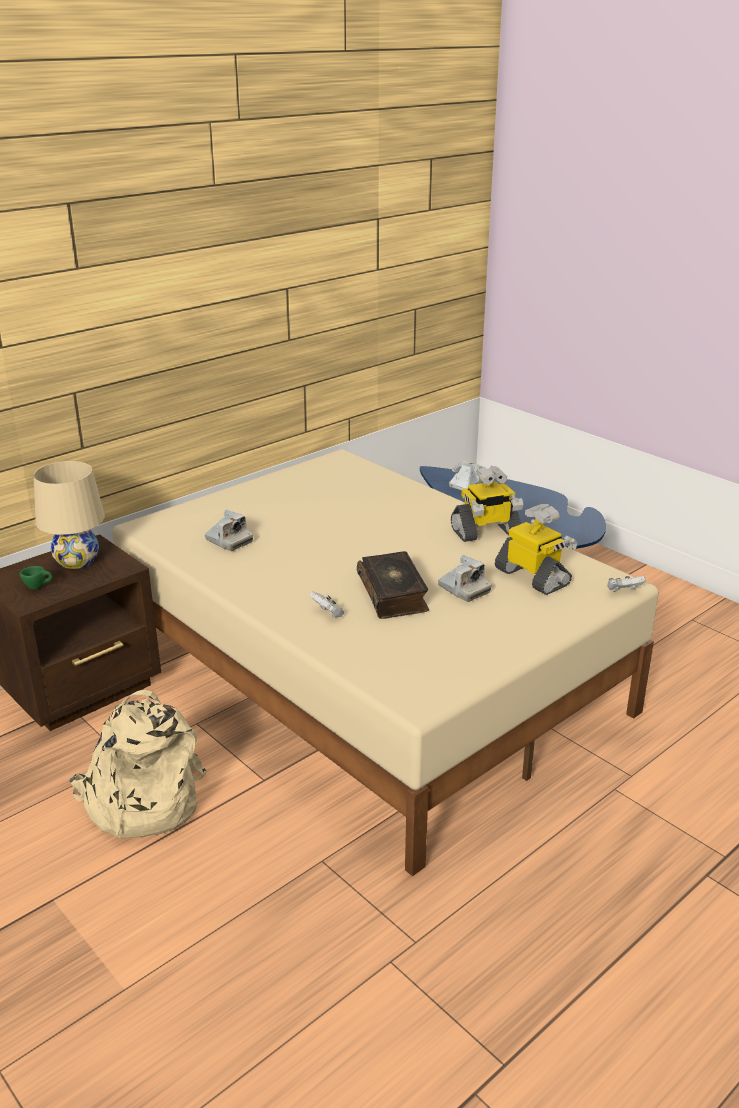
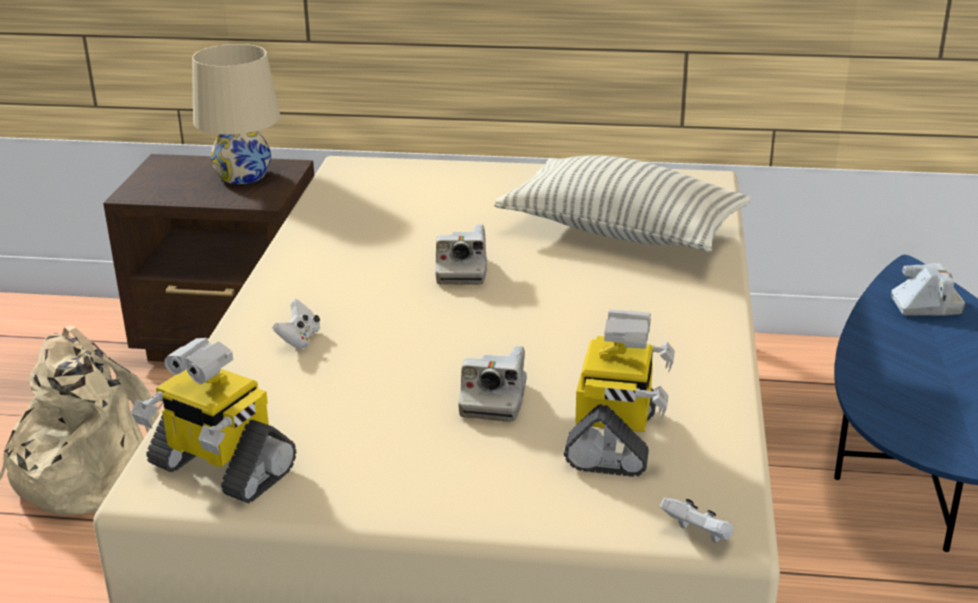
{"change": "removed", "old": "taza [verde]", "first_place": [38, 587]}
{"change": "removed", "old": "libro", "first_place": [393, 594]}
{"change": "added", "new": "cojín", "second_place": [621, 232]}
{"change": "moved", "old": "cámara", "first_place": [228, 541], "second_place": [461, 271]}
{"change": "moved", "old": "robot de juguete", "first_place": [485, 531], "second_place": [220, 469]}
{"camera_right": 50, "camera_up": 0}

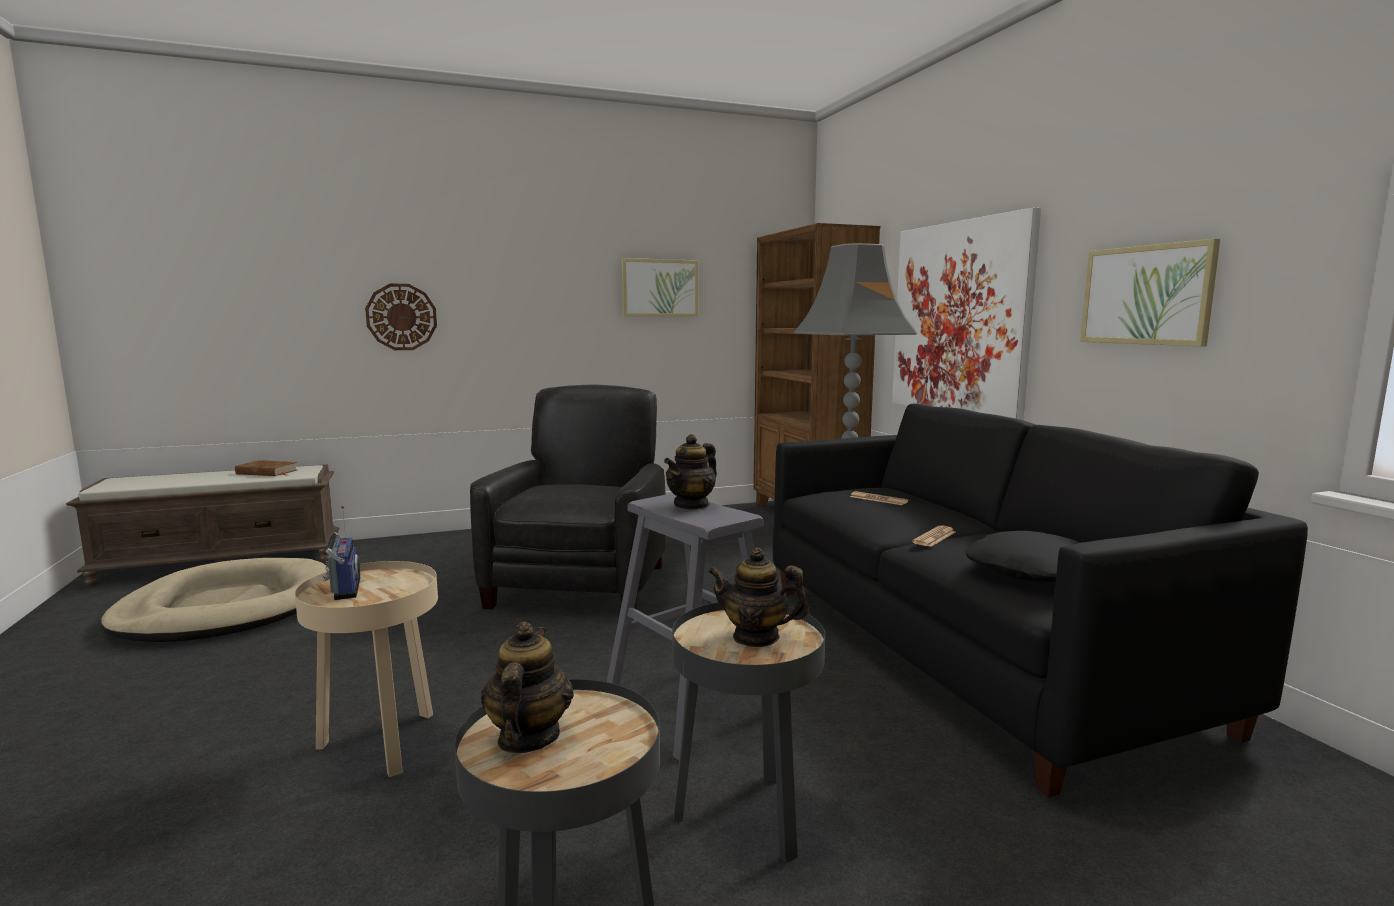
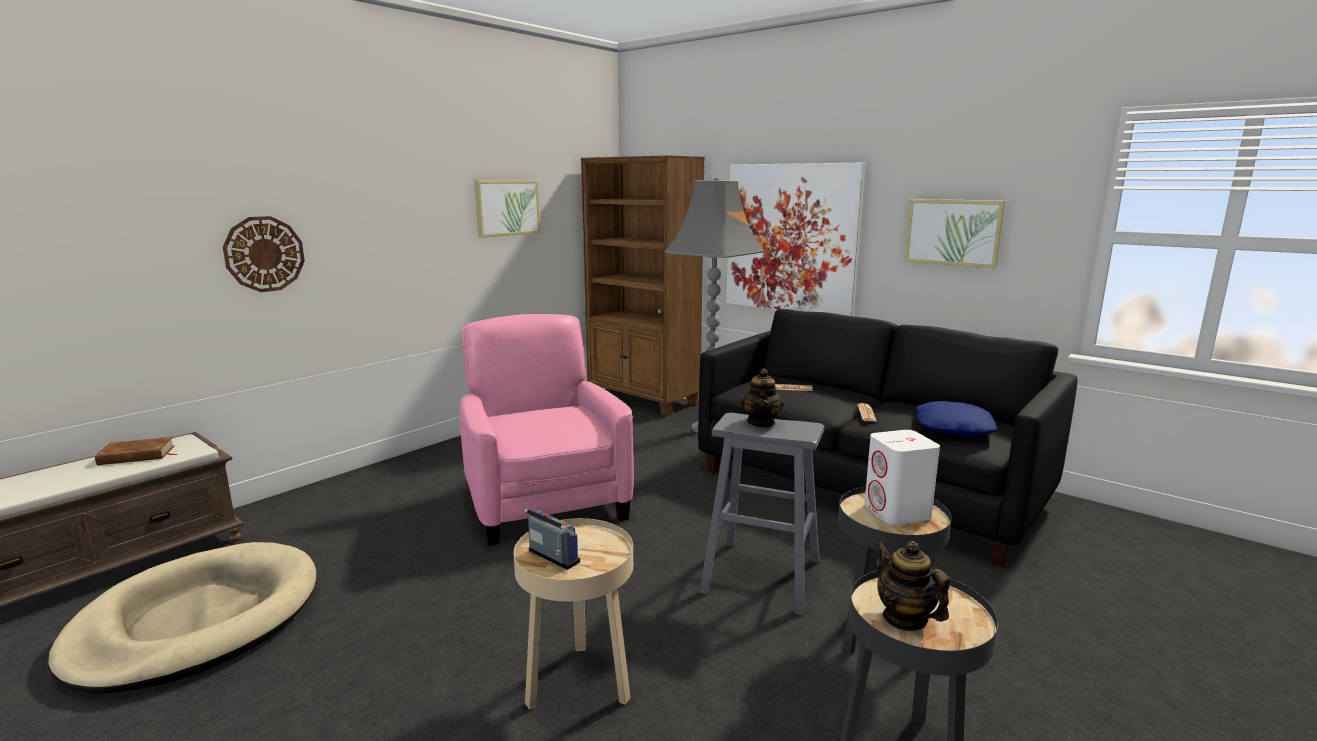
{"change": "replaced", "old": "tetera", "new": "altavoz [blanco]", "first_place": [756, 637], "second_place": [897, 512]}
{"change": "recoloured", "old": "sillón [negro]", "new": "sillón [rosa]", "first_place": [580, 584], "second_place": [545, 501]}
{"change": "recoloured", "old": "cojín [negro]", "new": "cojín [azul]", "first_place": [1031, 570], "second_place": [952, 427]}
{"camera_right": -30, "camera_up": 5}

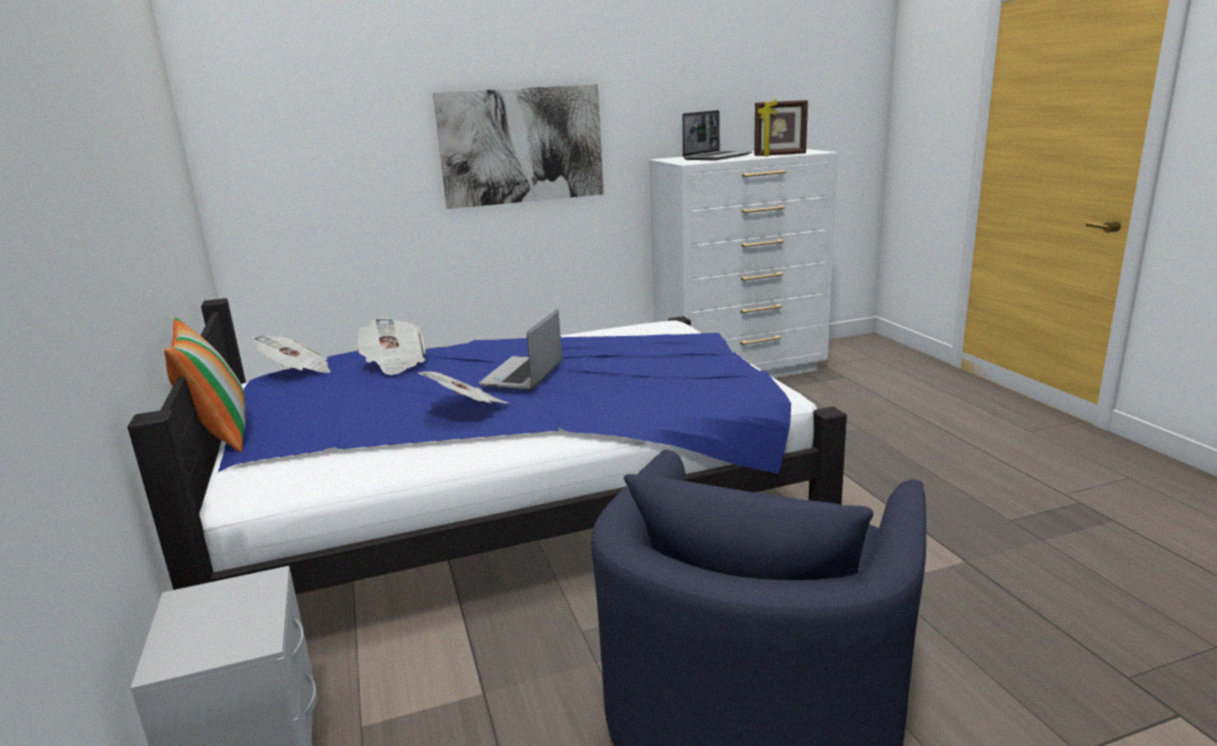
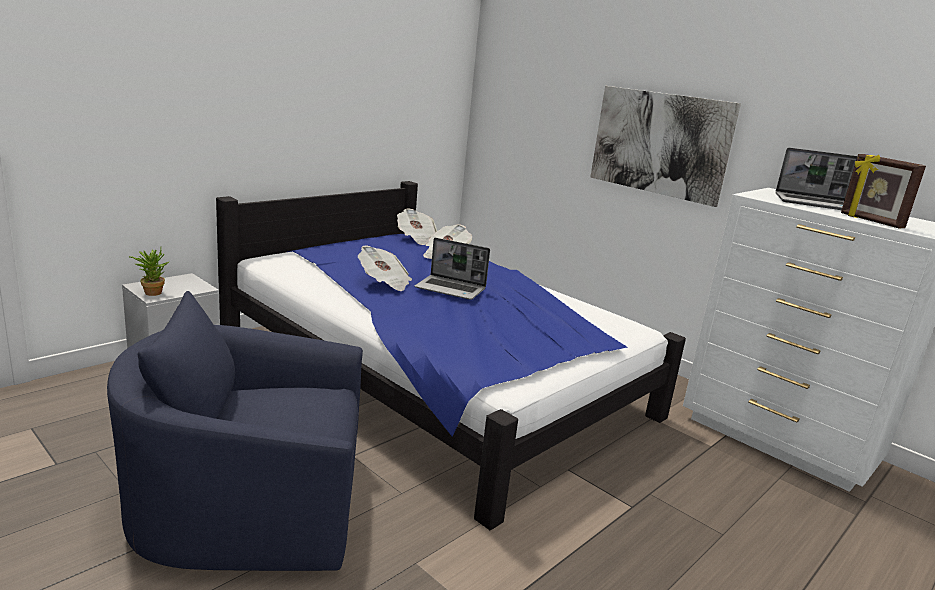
{"change": "removed", "old": "cojín", "first_place": [220, 434]}
{"change": "added", "new": "planta en maceta", "second_place": [151, 292]}
{"change": "turned", "old": "portátil", "first_place": [523, 375], "second_place": [451, 289], "degrees": -150}
{"camera_right": 60, "camera_up": 0}

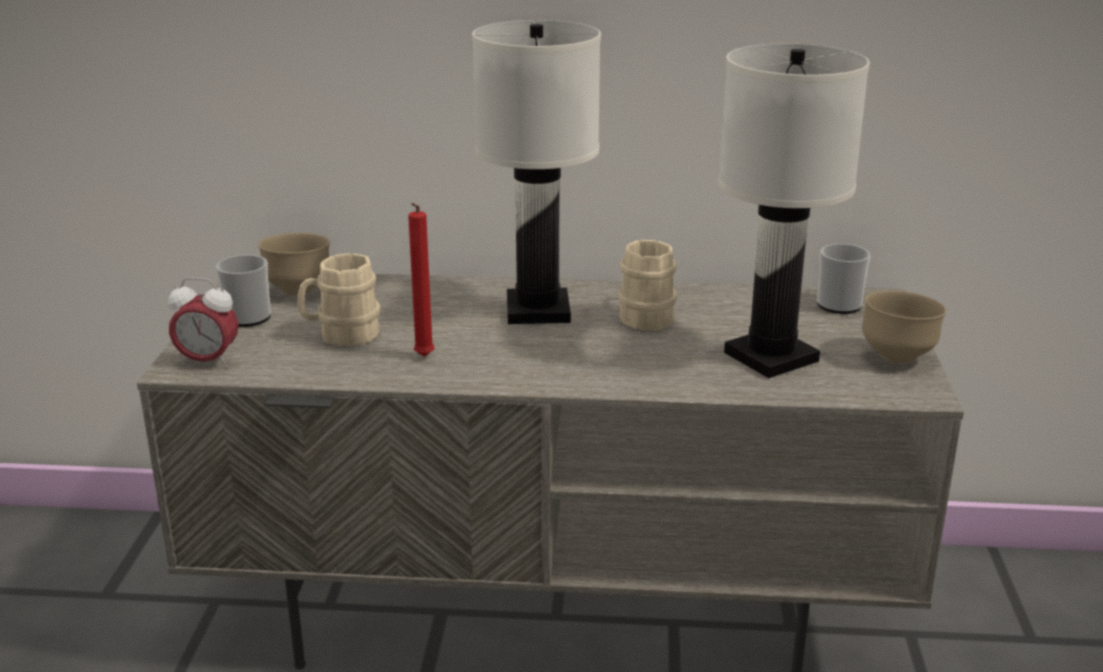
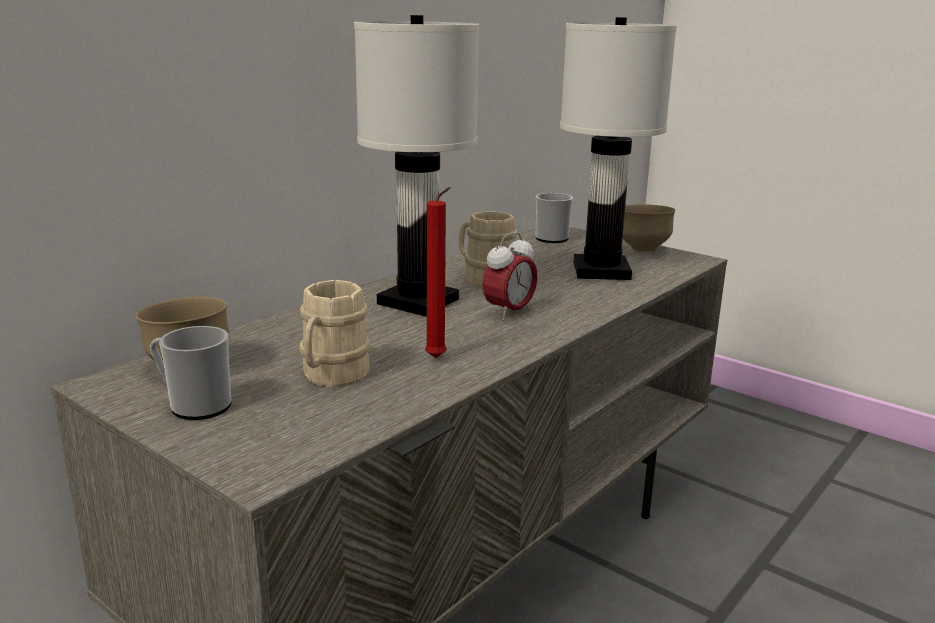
{"change": "moved", "old": "despertador", "first_place": [208, 362], "second_place": [509, 313]}
{"camera_right": -55, "camera_up": -5}

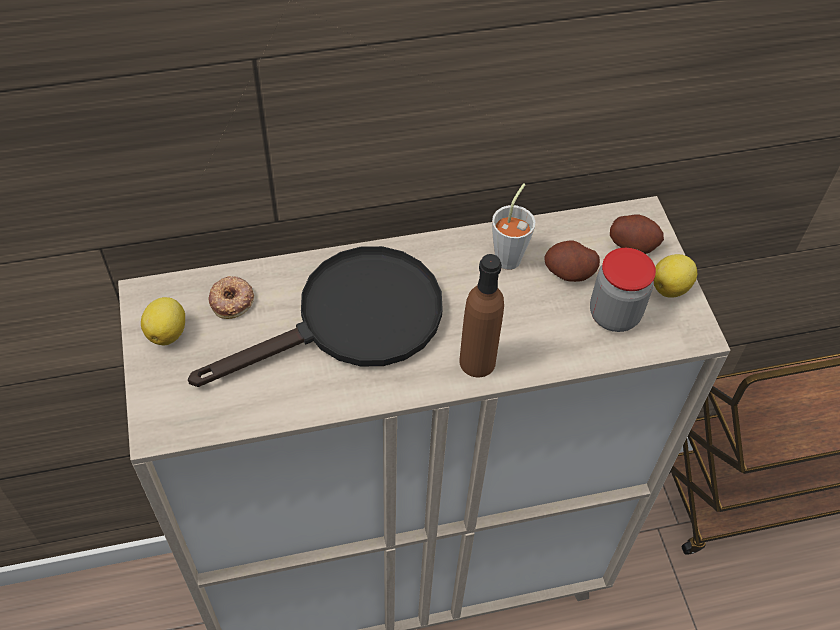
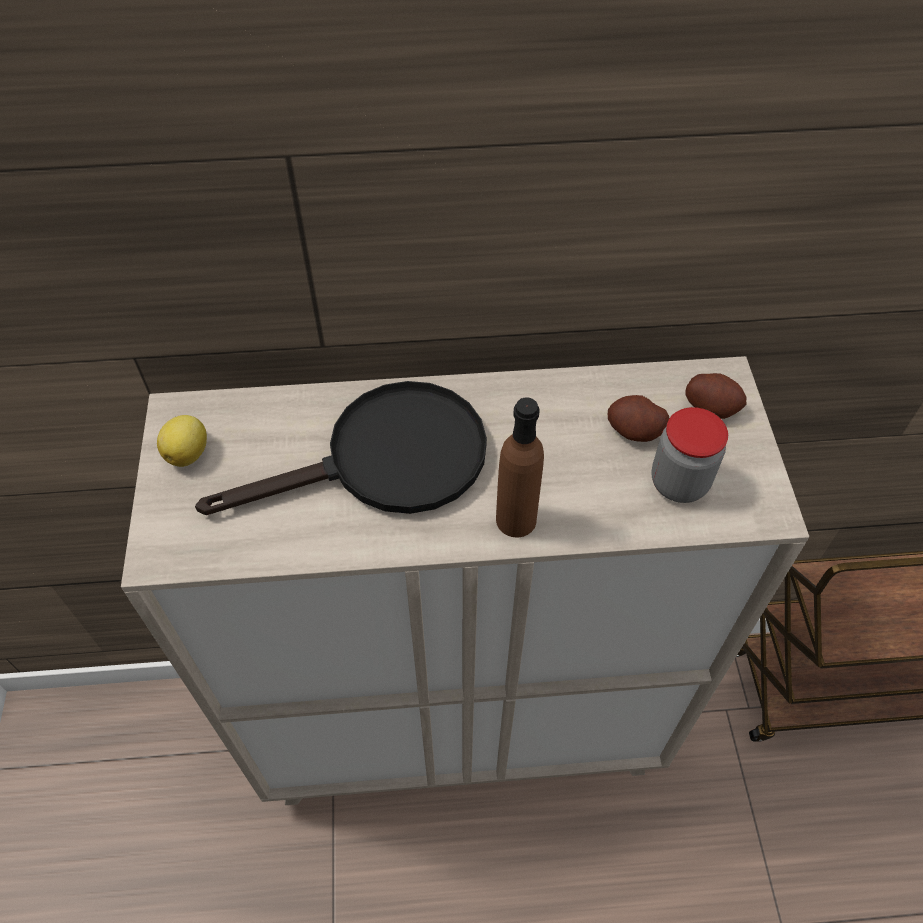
{"change": "removed", "old": "rosquilla", "first_place": [232, 300]}
{"change": "removed", "old": "taza [gris]", "first_place": [510, 255]}
{"change": "removed", "old": "limón", "first_place": [671, 287]}
{"camera_right": 10, "camera_up": 0}

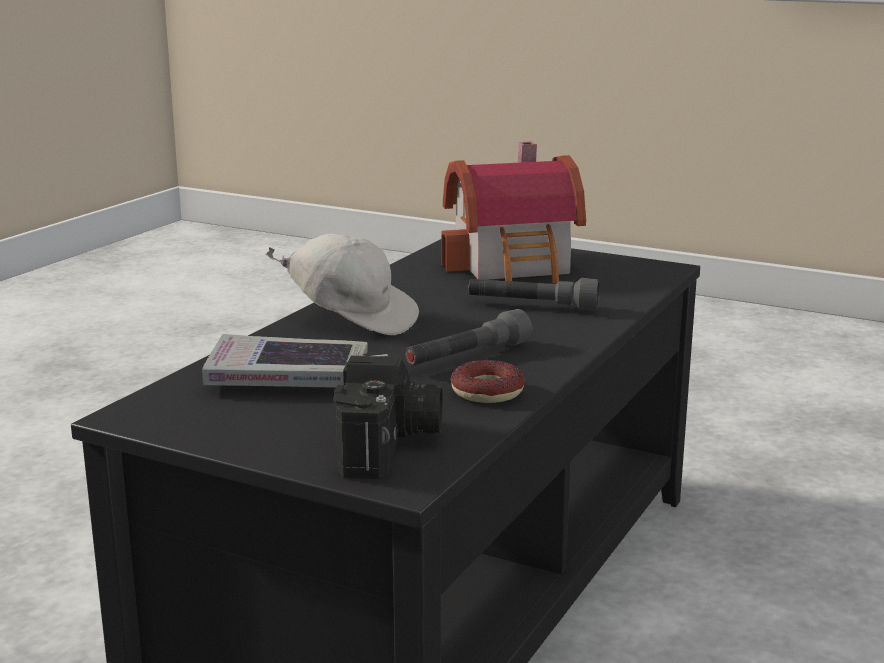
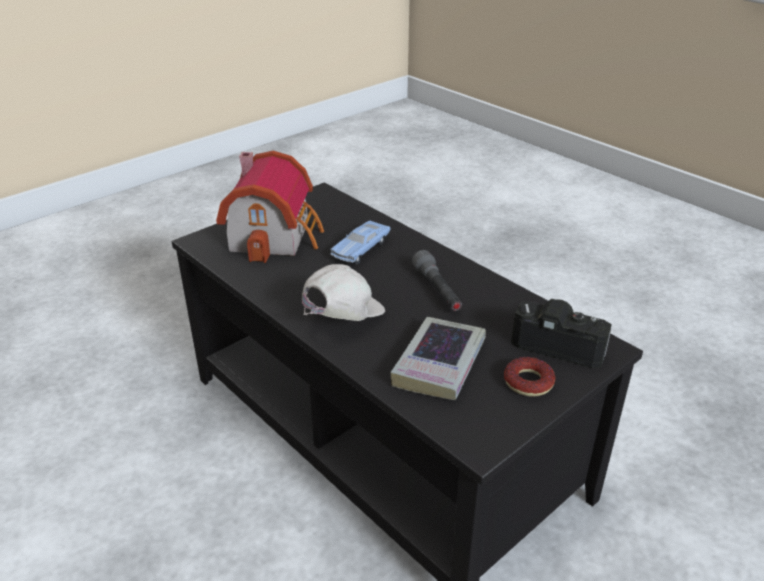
{"change": "moved", "old": "rosquilla", "first_place": [487, 391], "second_place": [528, 382]}
{"change": "replaced", "old": "linterna [gris]", "new": "coche de juguete [azul]", "first_place": [532, 306], "second_place": [360, 249]}
{"camera_right": -70, "camera_up": 15}

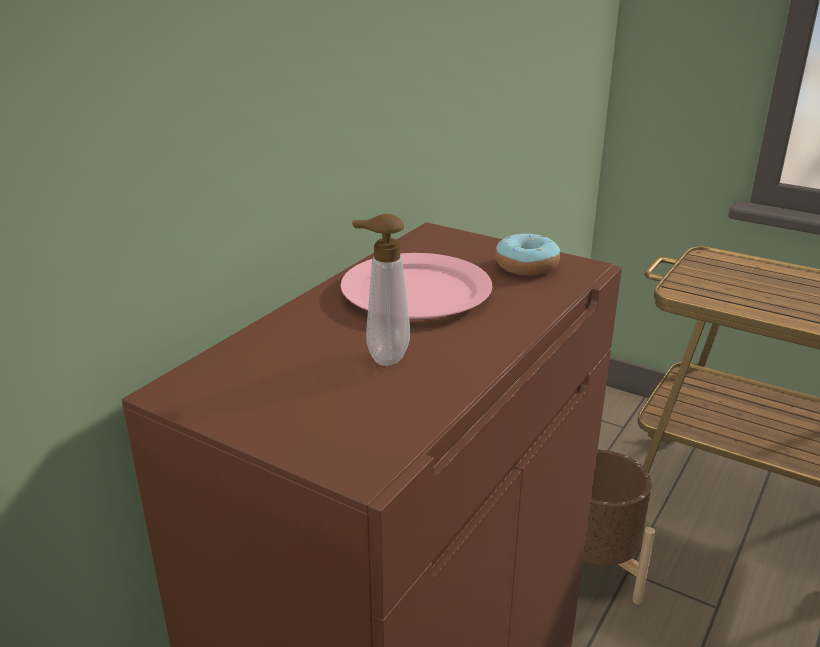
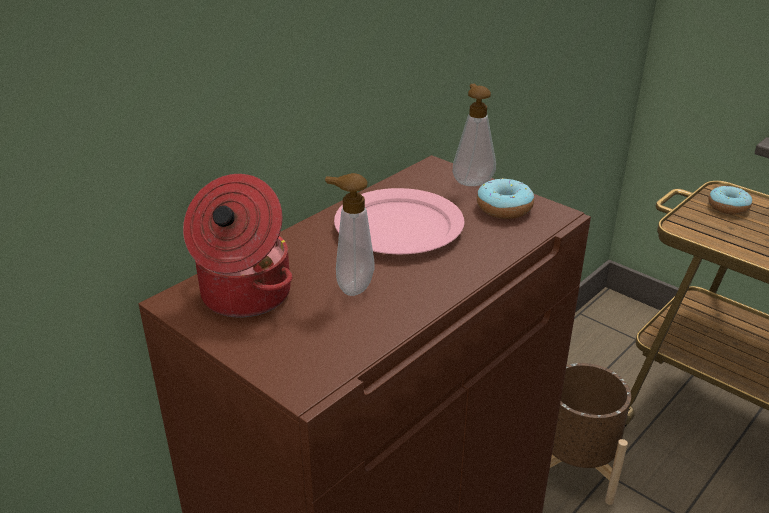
{"change": "added", "new": "olla", "second_place": [244, 295]}
{"change": "added", "new": "dispensador de jabón", "second_place": [472, 181]}
{"change": "added", "new": "rosquilla", "second_place": [728, 207]}
{"camera_right": 10, "camera_up": 5}

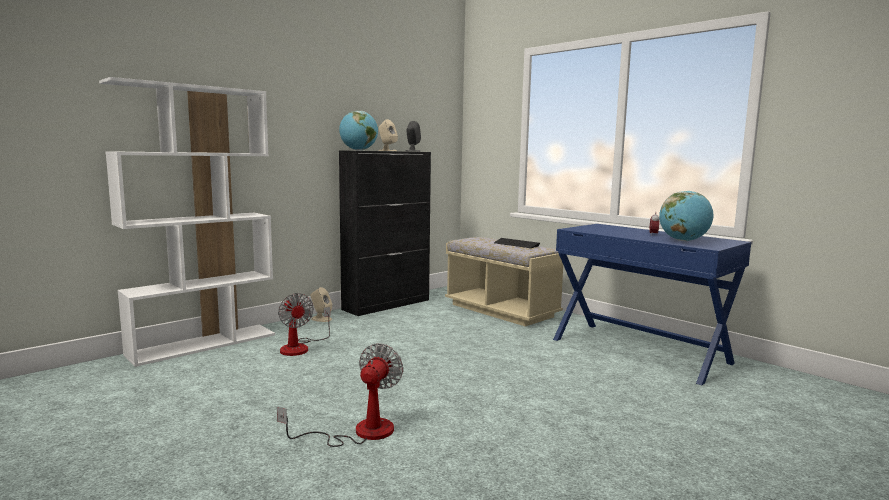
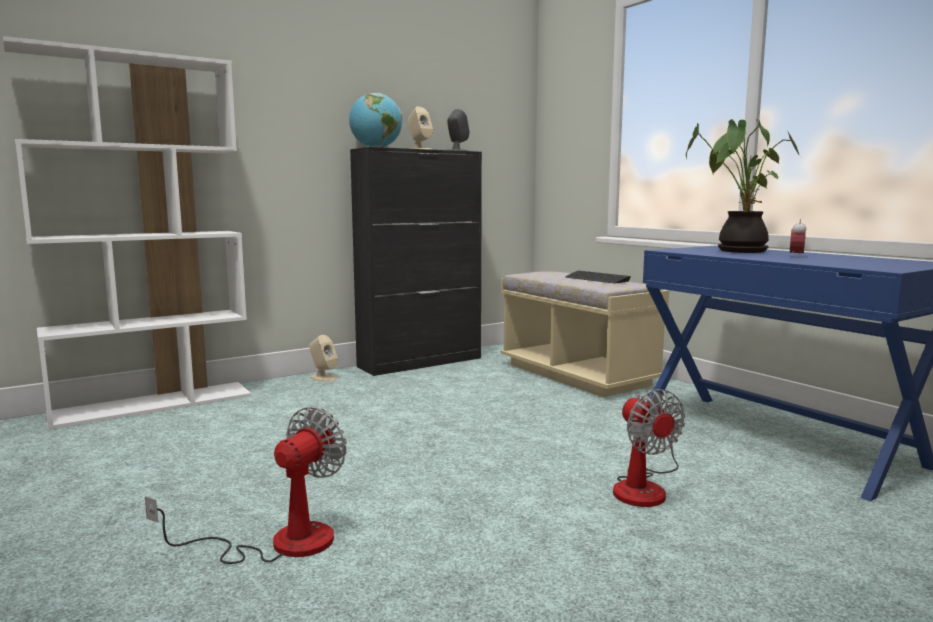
{"change": "removed", "old": "globo terráqueo", "first_place": [683, 241]}
{"change": "added", "new": "planta en maceta", "second_place": [738, 250]}
{"change": "moved", "old": "ventilador", "first_place": [300, 347], "second_place": [645, 487]}
{"camera_right": 10, "camera_up": 0}

